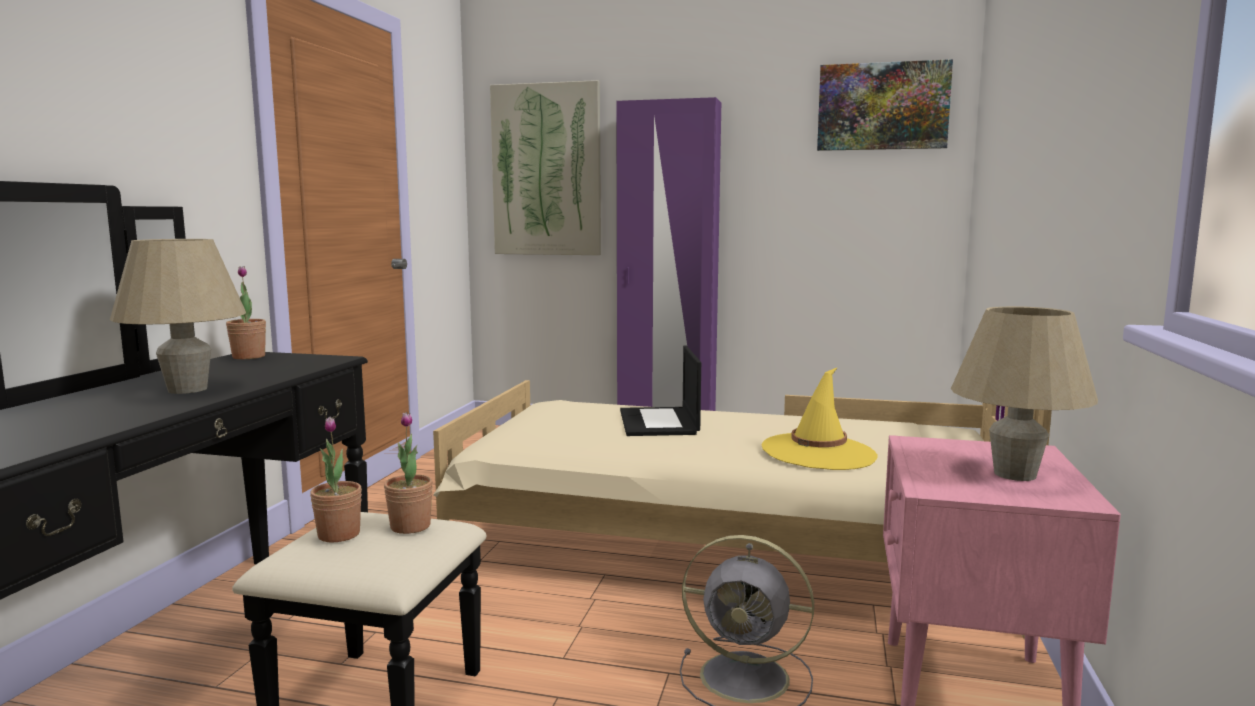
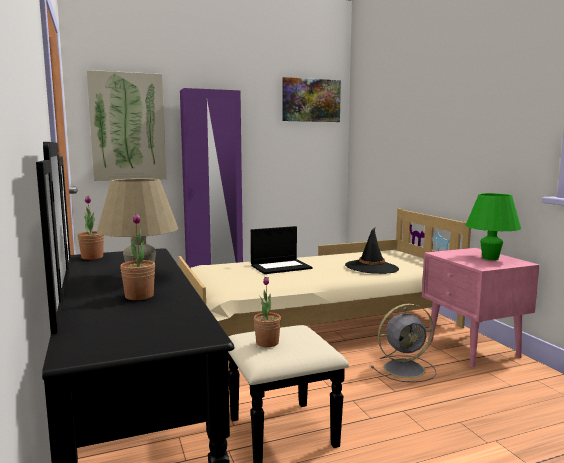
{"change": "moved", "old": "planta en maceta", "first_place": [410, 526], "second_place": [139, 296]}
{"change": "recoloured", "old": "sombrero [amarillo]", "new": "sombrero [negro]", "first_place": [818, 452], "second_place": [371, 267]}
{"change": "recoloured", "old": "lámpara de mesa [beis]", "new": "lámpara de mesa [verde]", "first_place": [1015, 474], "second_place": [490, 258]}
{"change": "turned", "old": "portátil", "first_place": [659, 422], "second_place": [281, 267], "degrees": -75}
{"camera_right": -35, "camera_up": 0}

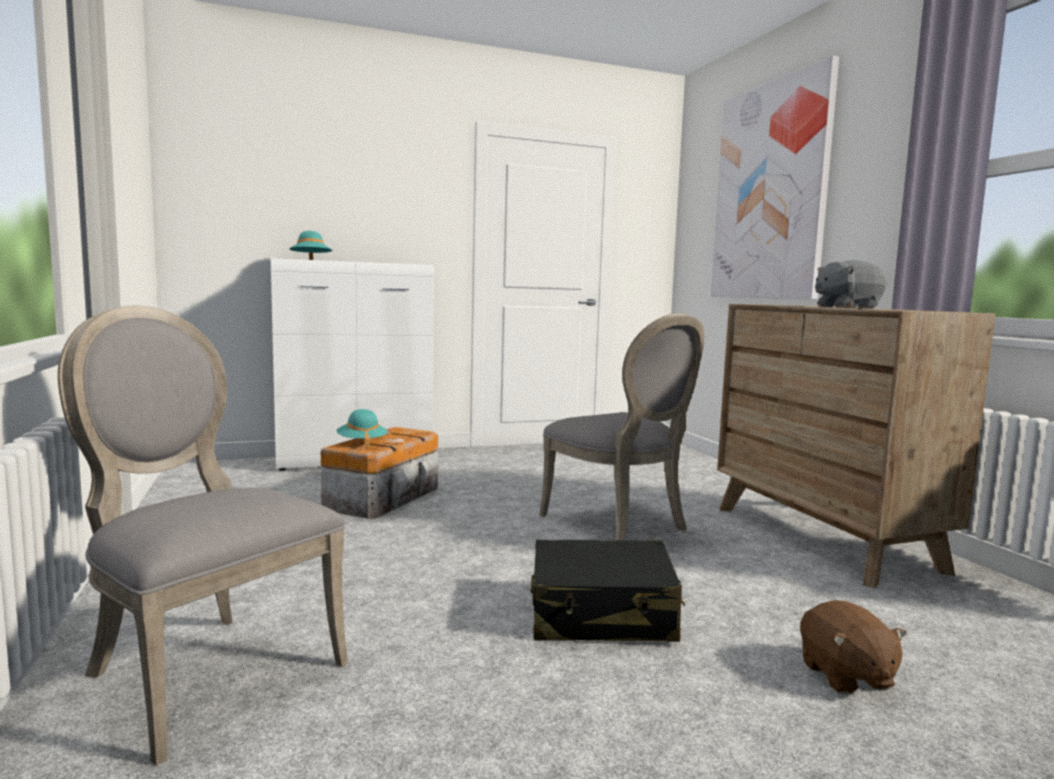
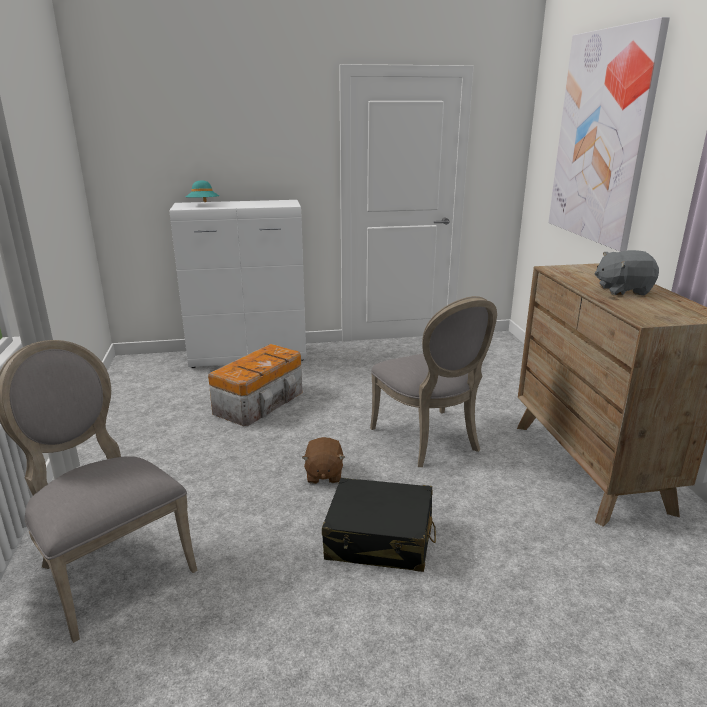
{"change": "removed", "old": "sombrero [turquesa]", "first_place": [362, 443]}
{"change": "moved", "old": "peluche [marrón]", "first_place": [845, 676], "second_place": [323, 474]}
{"camera_right": 10, "camera_up": 15}

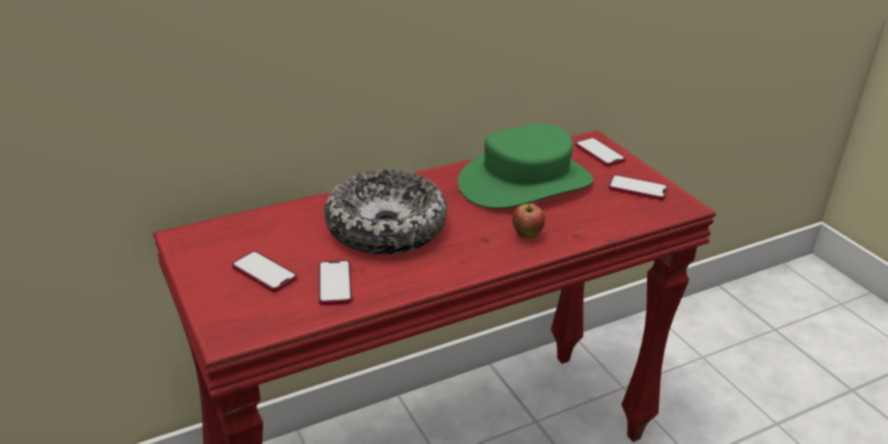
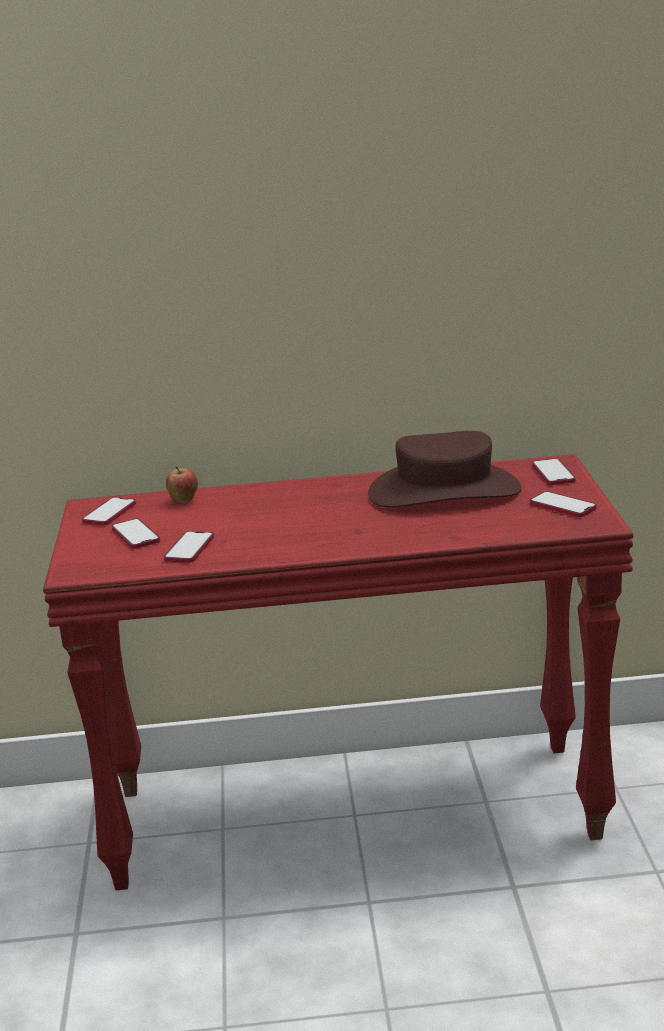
{"change": "removed", "old": "cuenco", "first_place": [386, 227]}
{"change": "added", "new": "móvil", "second_place": [109, 513]}
{"change": "moved", "old": "manzana", "first_place": [527, 236], "second_place": [184, 501]}
{"change": "recoloured", "old": "sombrero [verde]", "new": "sombrero [marrón]", "first_place": [525, 182], "second_place": [444, 491]}
{"camera_right": 25, "camera_up": -10}

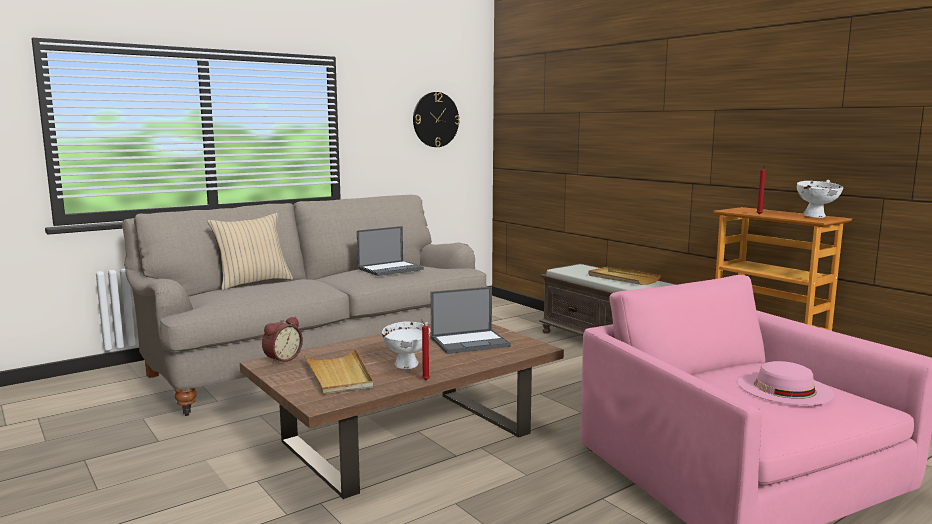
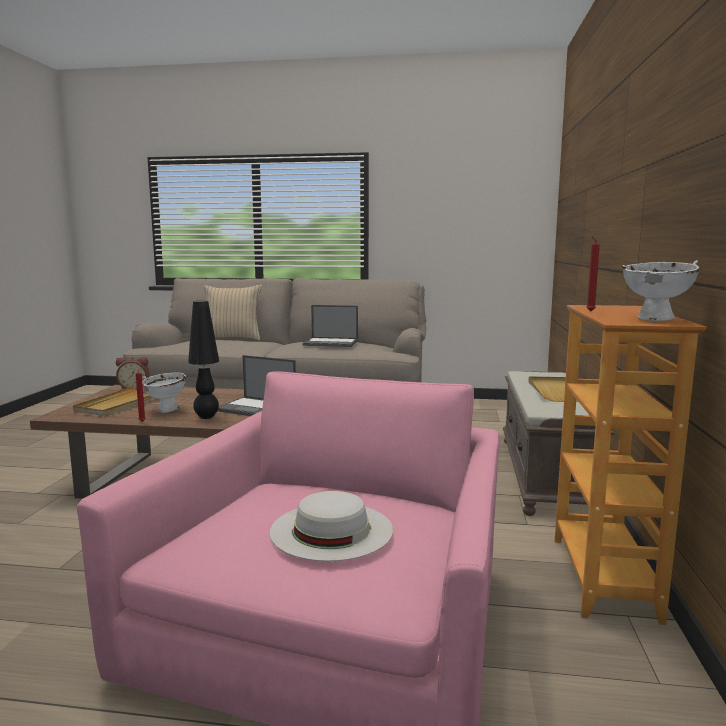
{"change": "removed", "old": "reloj de pared", "first_place": [435, 119]}
{"change": "added", "new": "lámpara de mesa [negro]", "second_place": [206, 417]}
{"change": "recoloured", "old": "sombrero [rosa]", "new": "sombrero [blanco]", "first_place": [784, 388], "second_place": [331, 530]}
{"camera_right": 45, "camera_up": 0}

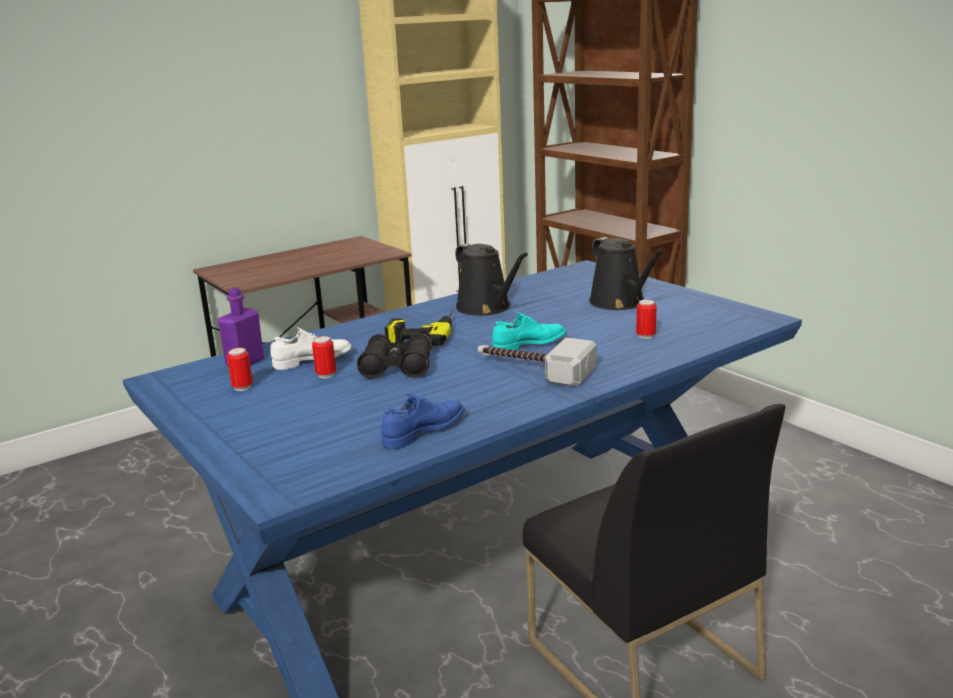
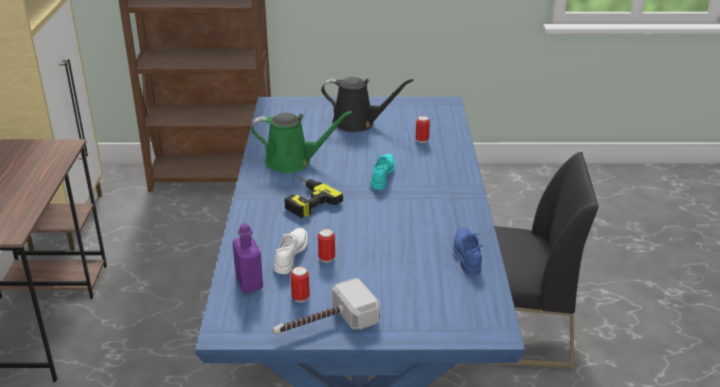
{"change": "removed", "old": "prismáticos [negro]", "first_place": [397, 368]}
{"change": "moved", "old": "martillo", "first_place": [533, 370], "second_place": [323, 325]}
{"change": "recoloured", "old": "regadera [negro]", "new": "regadera [verde]", "first_place": [486, 308], "second_place": [293, 162]}
{"camera_right": -55, "camera_up": 10}

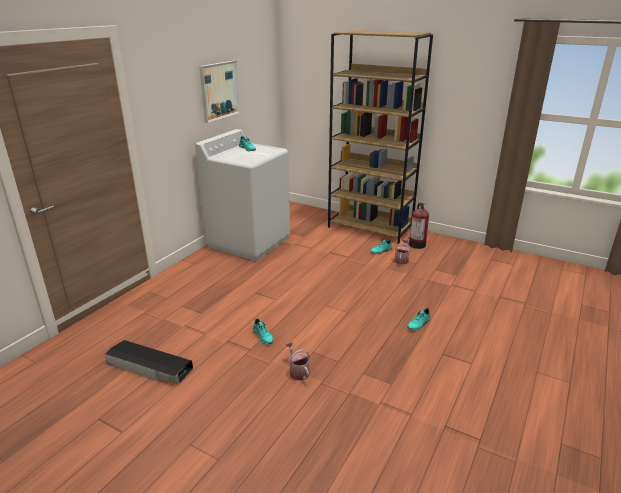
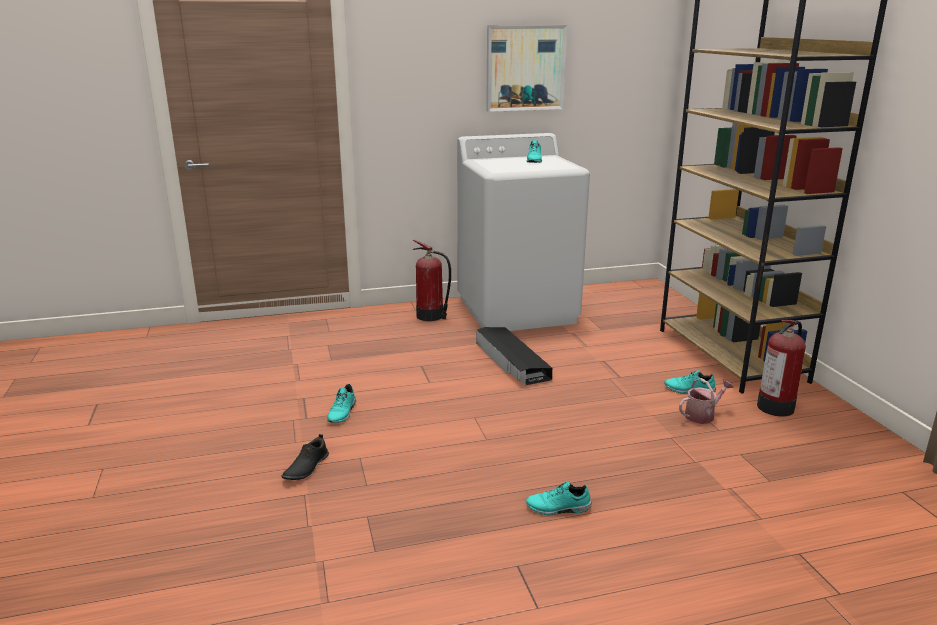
{"change": "added", "new": "extintor", "second_place": [431, 316]}
{"change": "moved", "old": "caja de almacenaje [negro]", "first_place": [150, 366], "second_place": [512, 361]}
{"change": "replaced", "old": "regadera", "new": "zapato [negro]", "first_place": [298, 371], "second_place": [306, 467]}
{"camera_right": 45, "camera_up": -5}

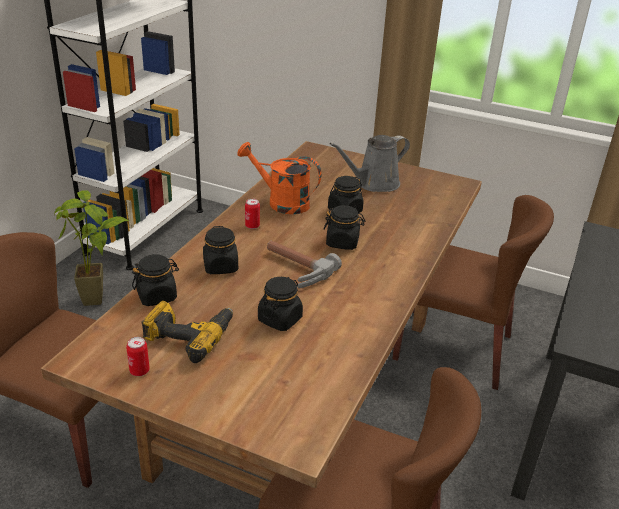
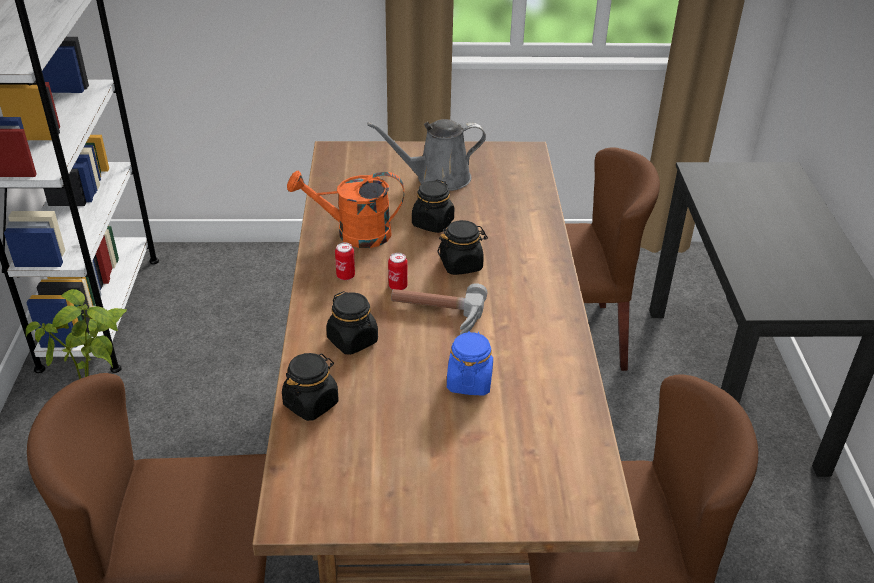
{"change": "removed", "old": "taladro", "first_place": [189, 335]}
{"change": "moved", "old": "lata", "first_place": [139, 371], "second_place": [398, 286]}
{"change": "recoloured", "old": "tarro [negro]", "new": "tarro [azul]", "first_place": [280, 319], "second_place": [469, 381]}
{"change": "turned", "old": "regadera [gris]", "first_place": [374, 184], "second_place": [438, 178], "degrees": 45}
{"camera_right": -25, "camera_up": 5}

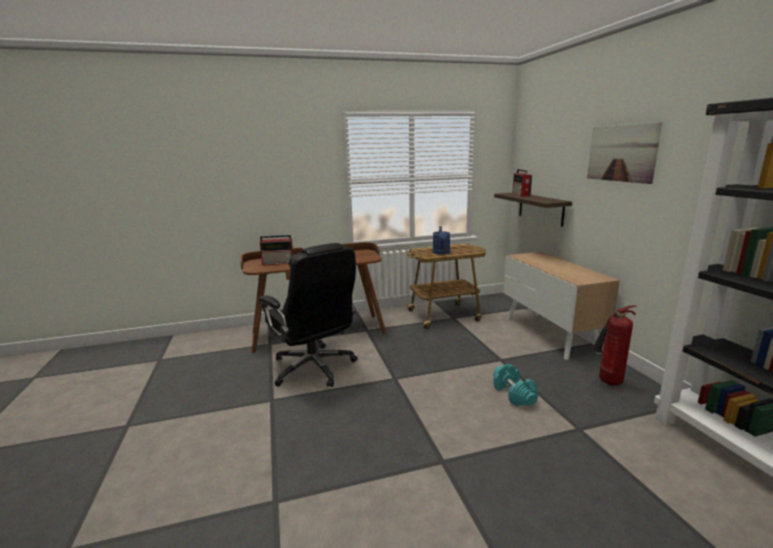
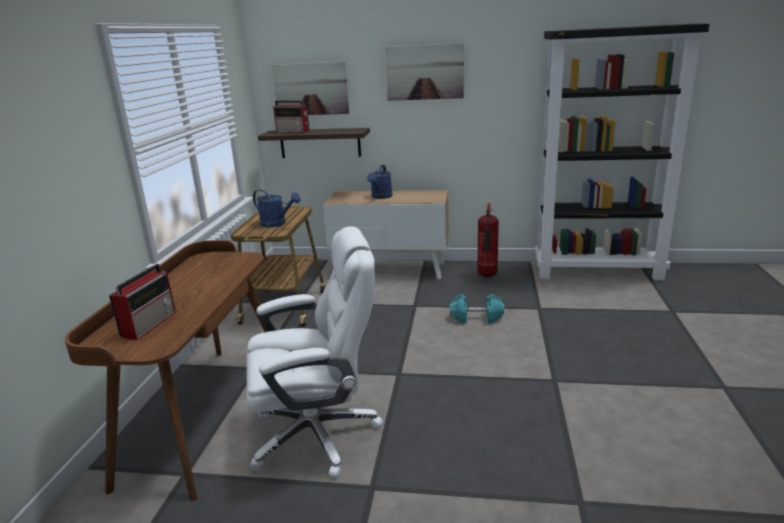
{"change": "added", "new": "cuadro", "second_place": [311, 89]}
{"change": "added", "new": "regadera [azul]", "second_place": [380, 197]}
{"change": "recoloured", "old": "silla de oficina [negro]", "new": "silla de oficina [blanco]", "first_place": [314, 368], "second_place": [318, 433]}
{"camera_right": -65, "camera_up": 5}

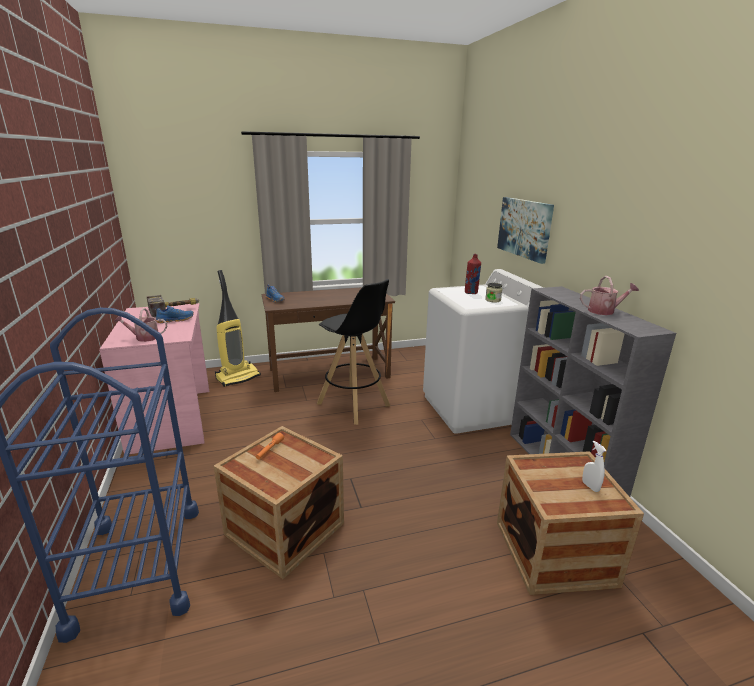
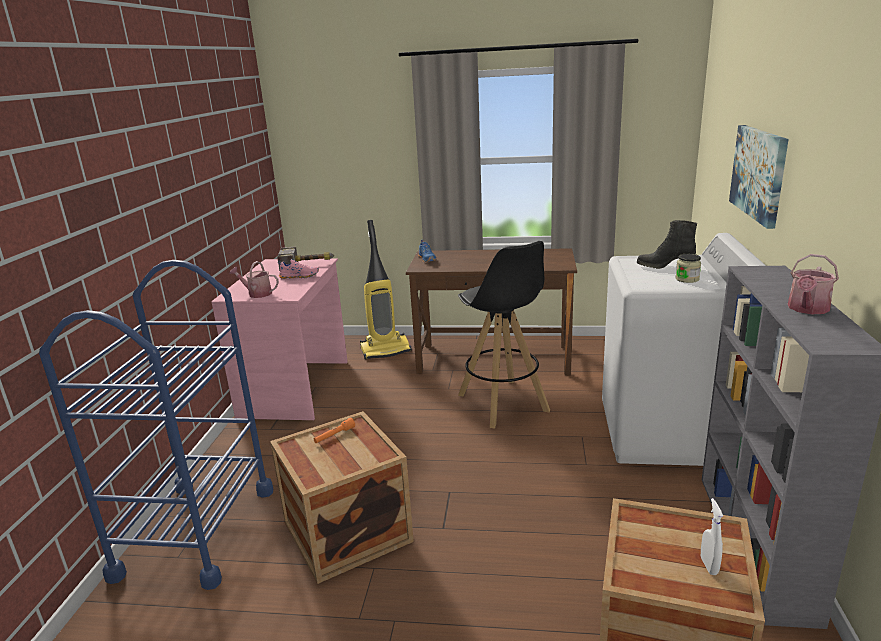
{"change": "replaced", "old": "botella [rojo]", "new": "bota [negro]", "first_place": [471, 293], "second_place": [664, 266]}
{"change": "recoloured", "old": "zapato [azul]", "new": "zapato [rosa]", "first_place": [175, 320], "second_place": [299, 276]}
{"change": "turned", "old": "regadera", "first_place": [604, 311], "second_place": [807, 309], "degrees": 105}
{"camera_right": 25, "camera_up": 0}

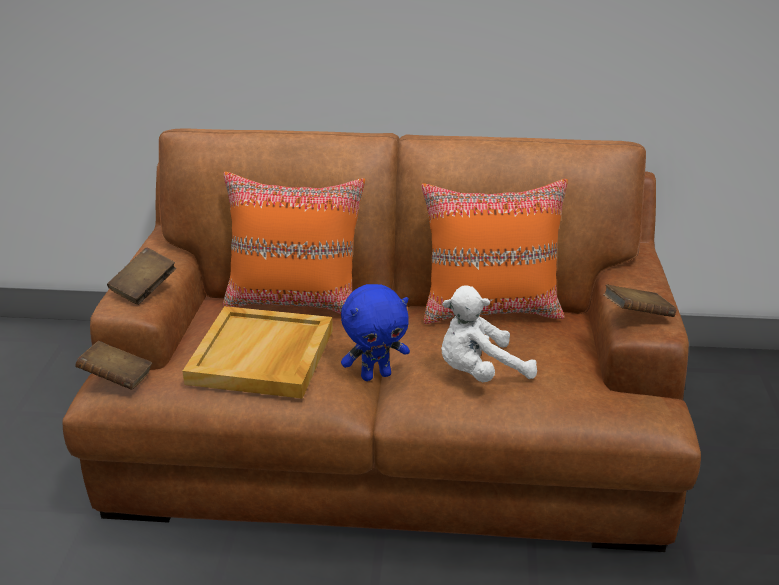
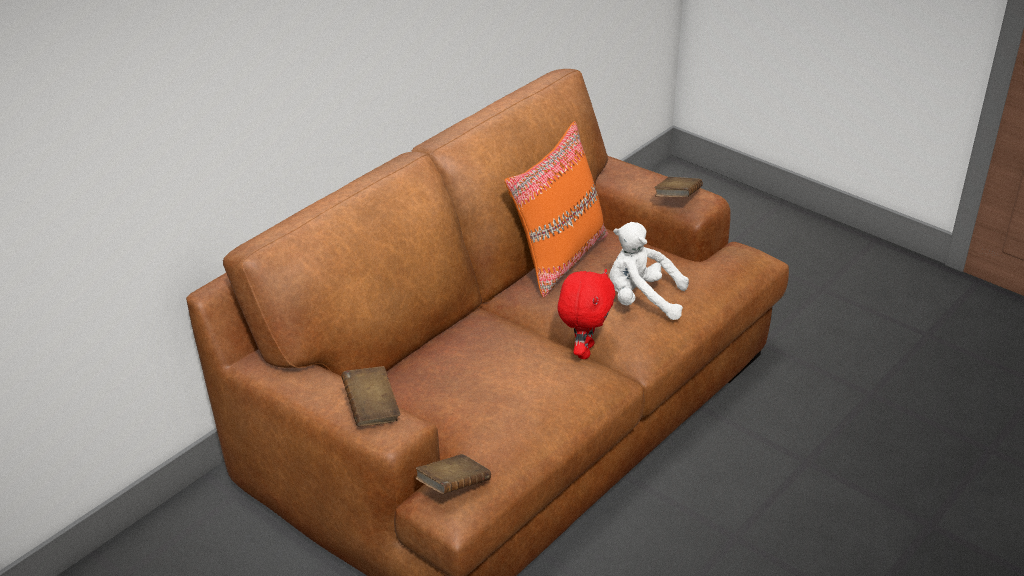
{"change": "removed", "old": "bandeja [beis]", "first_place": [262, 357]}
{"change": "removed", "old": "cojín [naranja]", "first_place": [296, 301]}
{"change": "recoloured", "old": "peluche [azul]", "new": "peluche [rojo]", "first_place": [376, 375], "second_place": [583, 350]}
{"change": "turned", "old": "peluche [blanco]", "first_place": [479, 372], "second_place": [641, 300], "degrees": 90}
{"camera_right": -55, "camera_up": 5}

